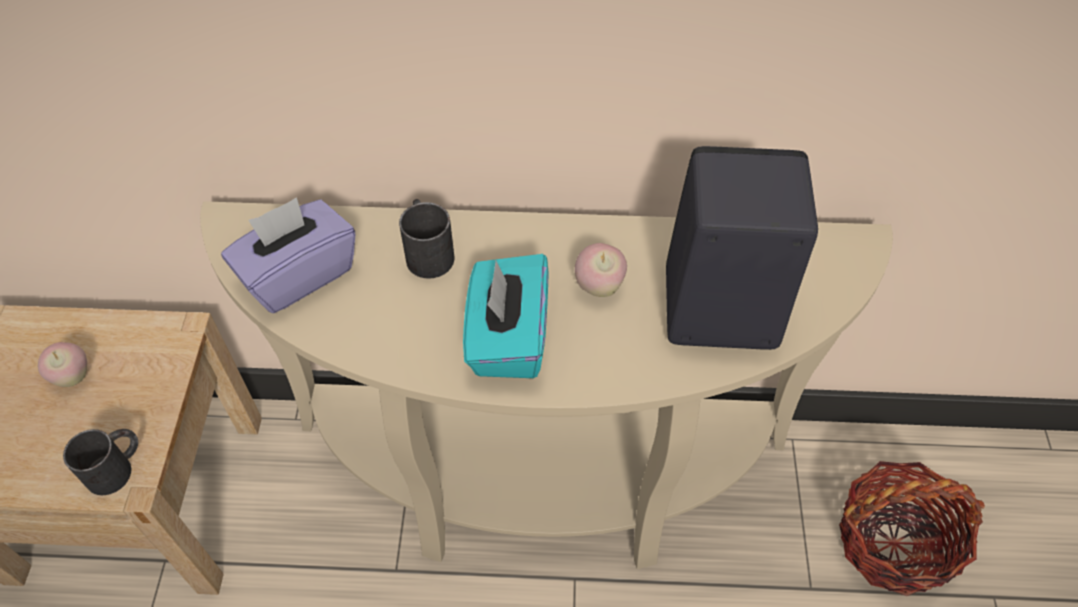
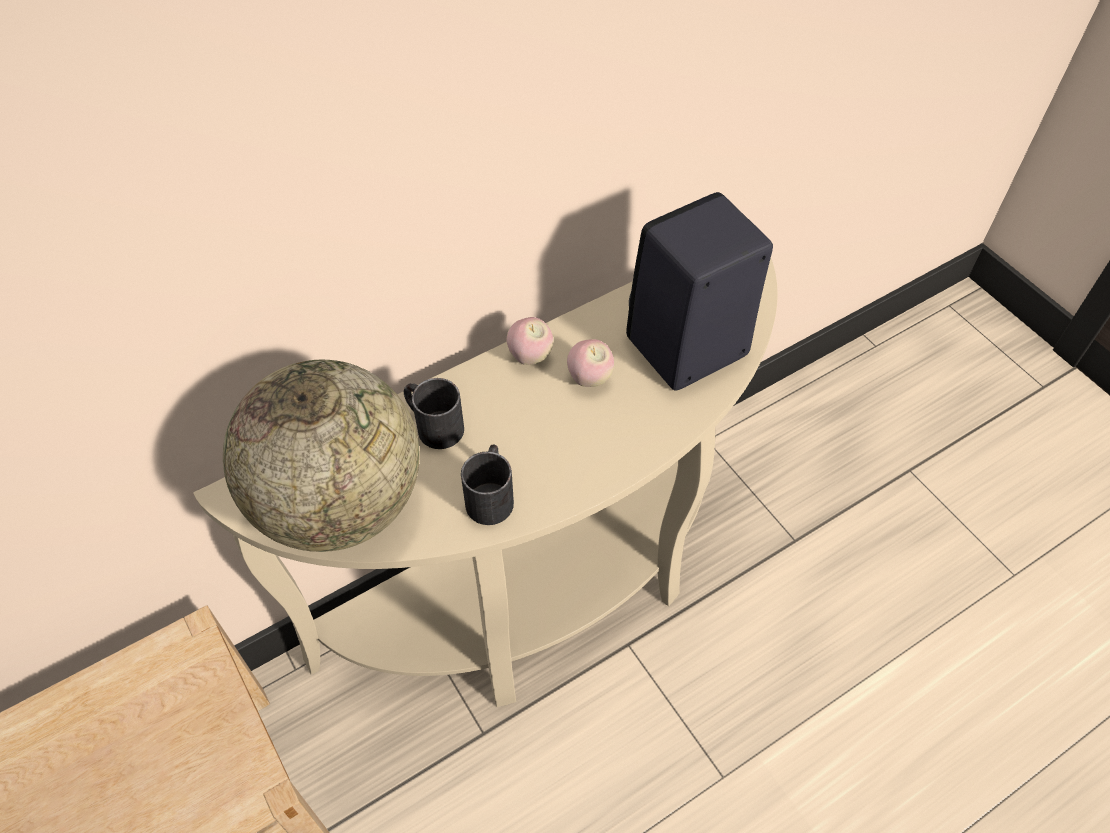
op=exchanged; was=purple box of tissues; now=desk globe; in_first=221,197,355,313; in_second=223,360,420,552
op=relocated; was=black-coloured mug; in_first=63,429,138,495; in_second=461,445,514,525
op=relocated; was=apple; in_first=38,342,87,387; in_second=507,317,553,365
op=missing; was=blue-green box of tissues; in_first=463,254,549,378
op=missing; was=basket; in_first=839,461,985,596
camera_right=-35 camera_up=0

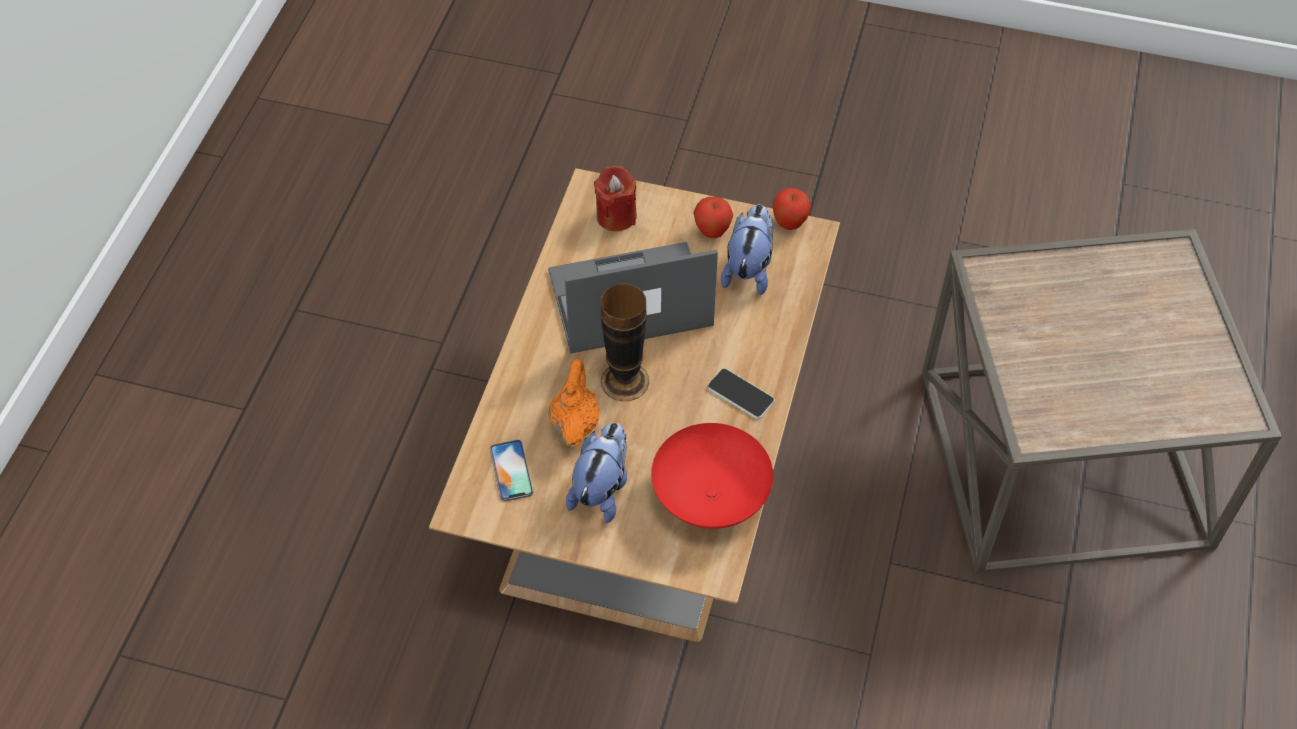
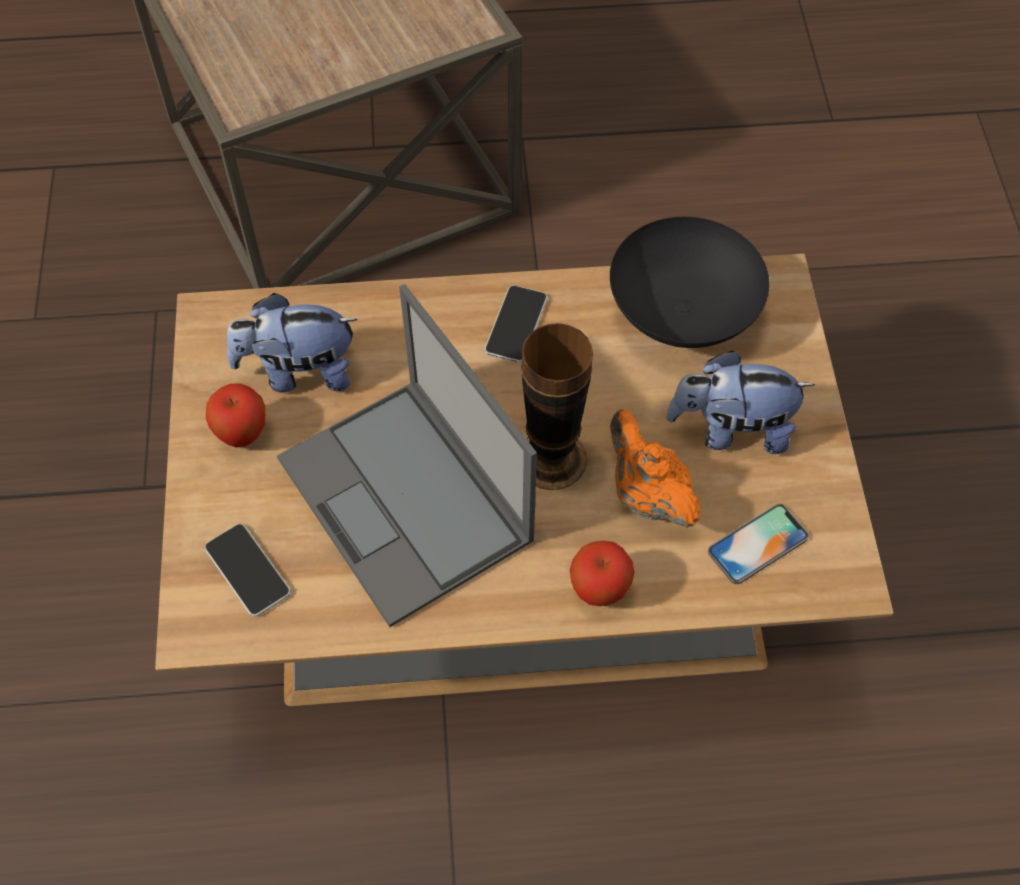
op=exchanged; was=red-coloured candle; now=telephone; in_first=594,165,637,231; in_second=205,524,291,617
op=relocated; was=apple; in_first=772,188,811,230; in_second=570,541,635,606
op=colour; was=red-coloured deep dish; now=black-coloured deep dish; in_first=651,423,773,529; in_second=610,217,770,348
op=spun; was=orangey teapot; in_first=548,358,599,448; in_second=610,409,700,528; clockwise=75
camera_right=-110 camera_up=5

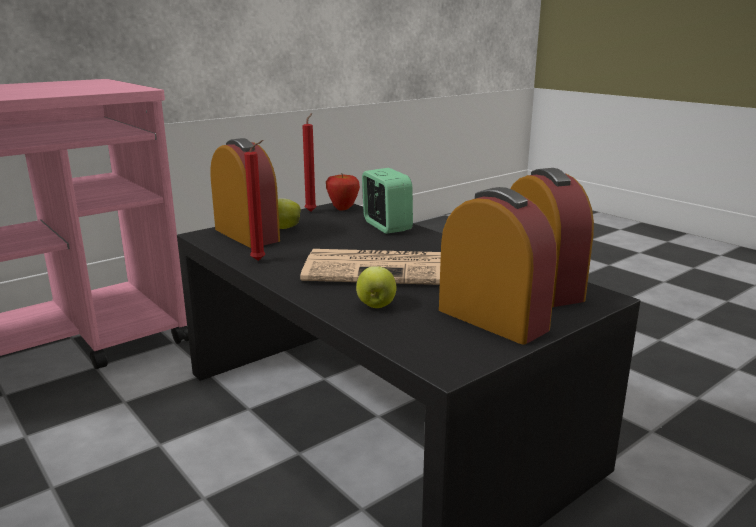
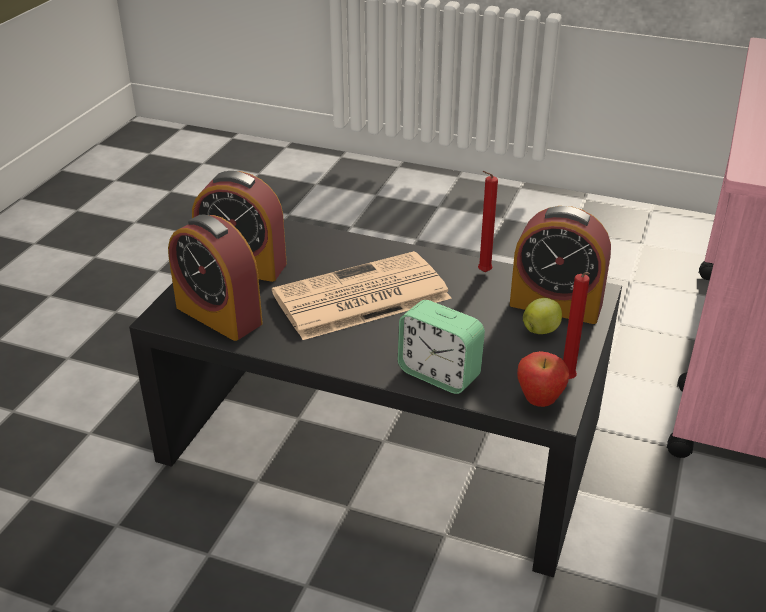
op=missing; was=apple; in_first=356,266,397,308
camera_right=150 camera_up=15

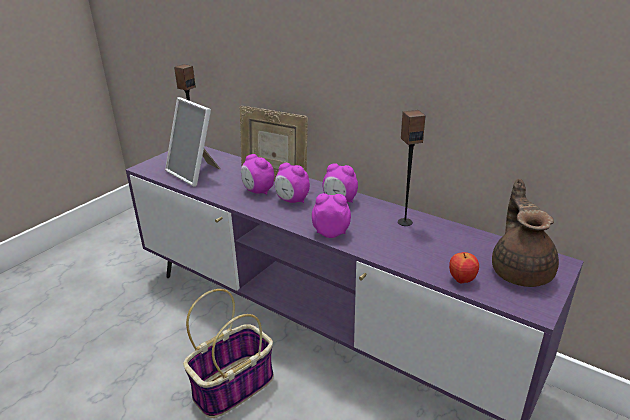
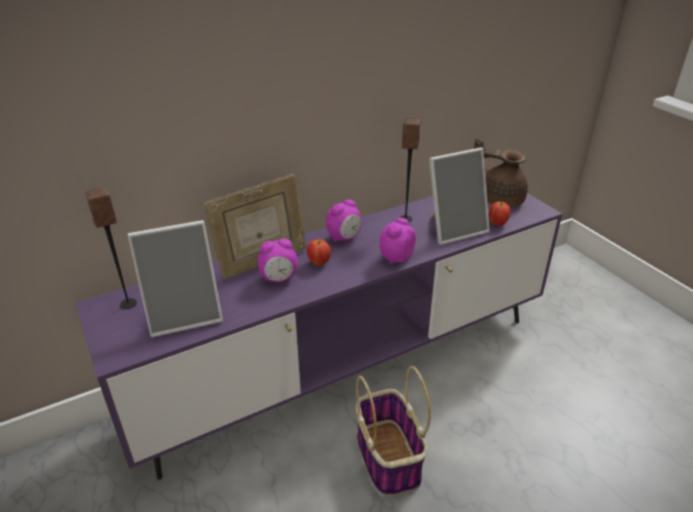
op=exchanged; was=alarm clock; now=apple; in_first=275,163,310,203; in_second=307,239,331,266
op=appeared; now=photo frame; in_second=429,148,490,245
camera_right=-65 camera_up=5

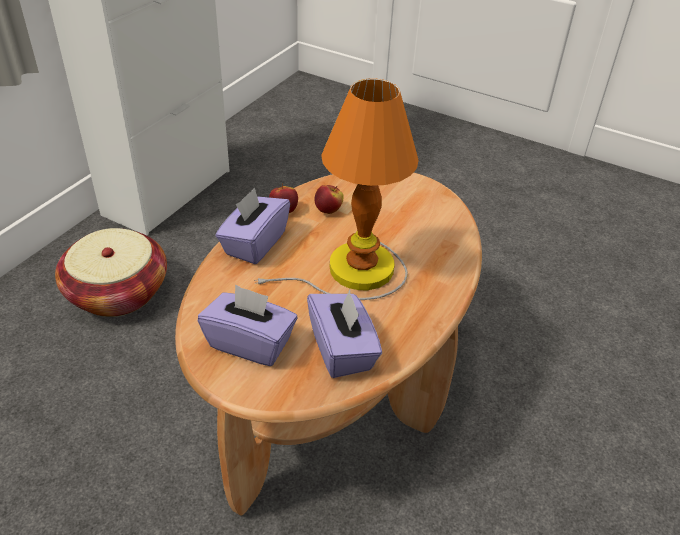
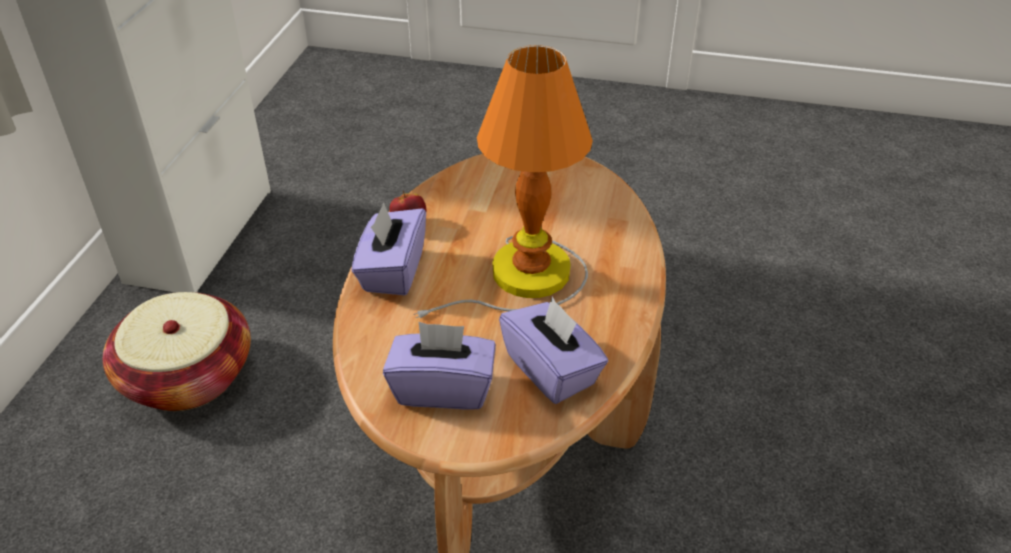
op=missing; was=apple; in_first=315,185,344,214
camera_right=-15 camera_up=0

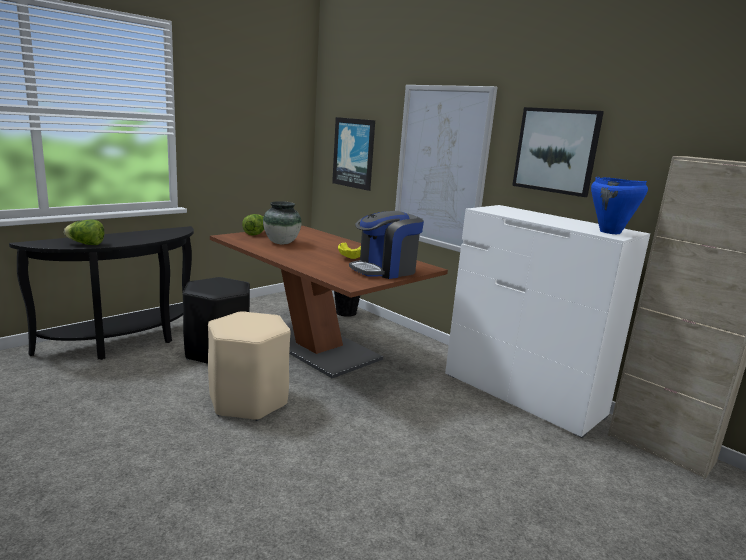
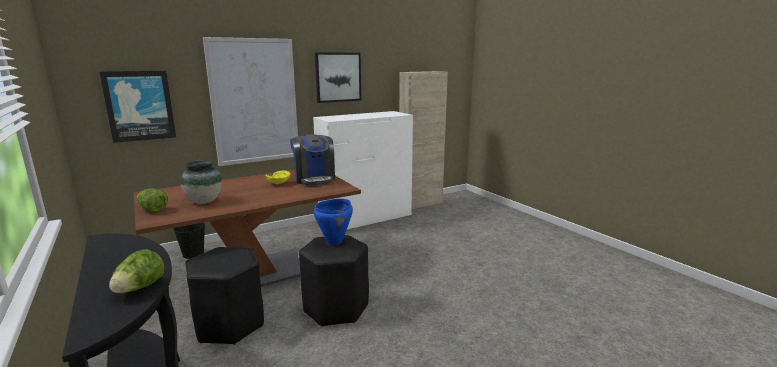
op=colour; was=beige stool; now=black-coloured stool; in_first=208,311,290,421; in_second=299,235,369,327
op=relocated; was=blue cooking pot; in_first=591,177,648,234; in_second=314,199,353,245
camera_right=-75 camera_up=0

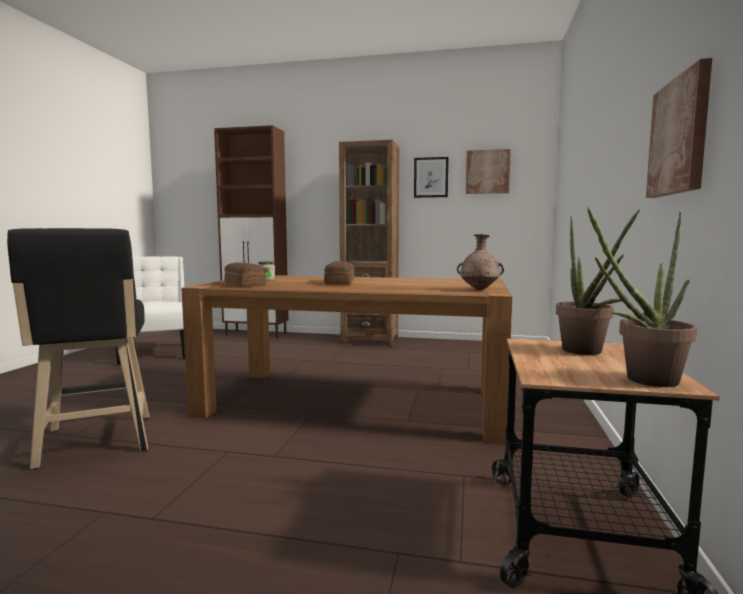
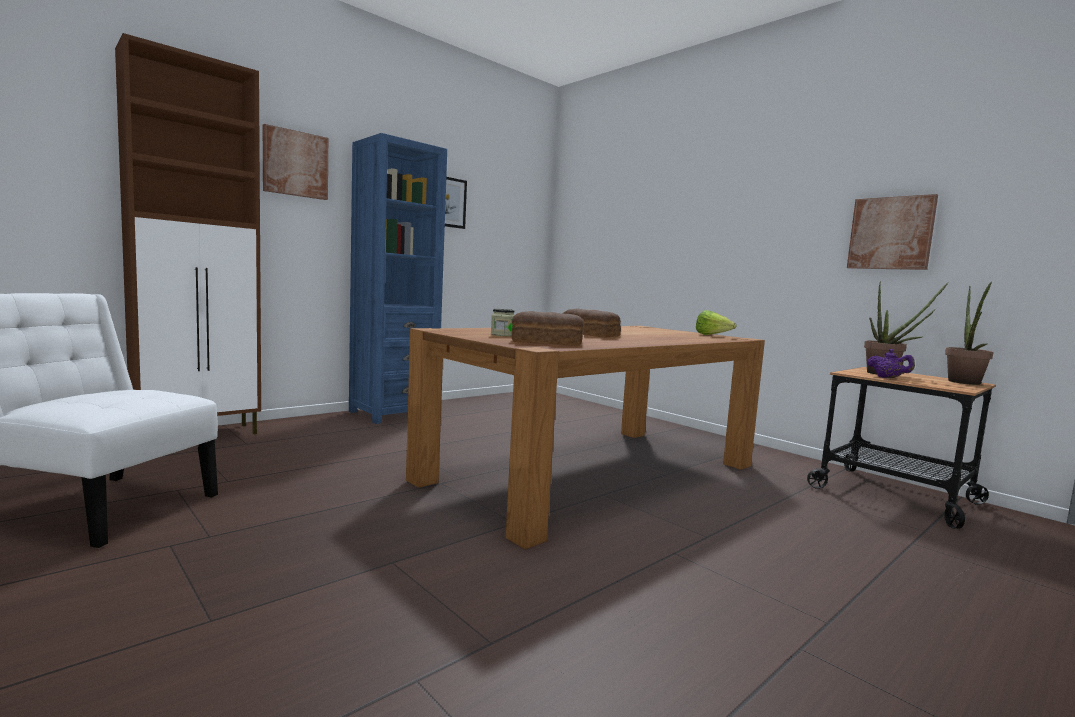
op=relocated; was=wall picture; in_first=466,149,511,194; in_second=263,124,328,200
op=colour; was=brownish bookcase; now=blue bookcase; in_first=339,140,400,347; in_second=349,133,447,424
op=exchanged; was=brownish vase; now=head of lettuce; in_first=457,234,504,290; in_second=696,310,737,335
op=appeared; now=purple teapot; in_second=867,349,915,378
op=missing; was=black-coloured stool; in_first=7,228,149,469
camera_right=-55 camera_up=0

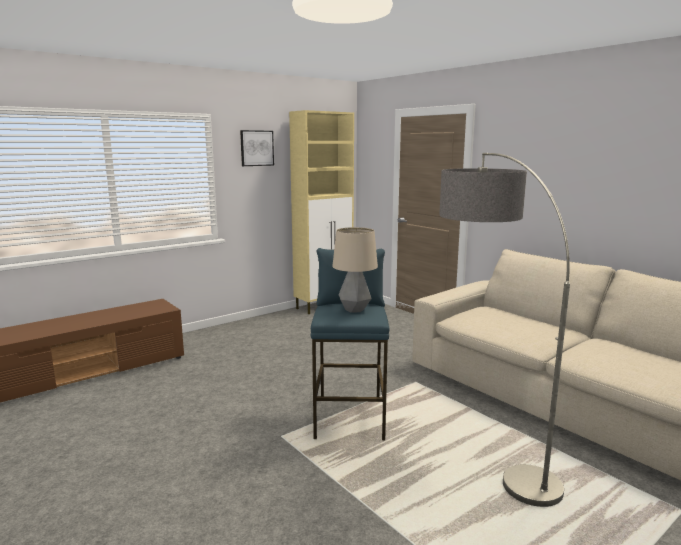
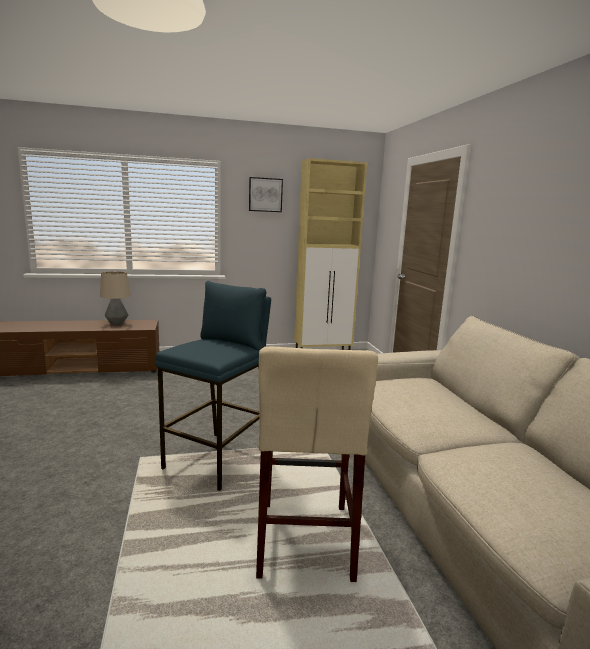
op=relocated; was=table lamp; in_first=332,227,378,313; in_second=100,271,131,325
op=exchanged; was=floor lamp; now=beige stool; in_first=439,153,570,507; in_second=256,346,378,582
camera_right=25 camera_up=0

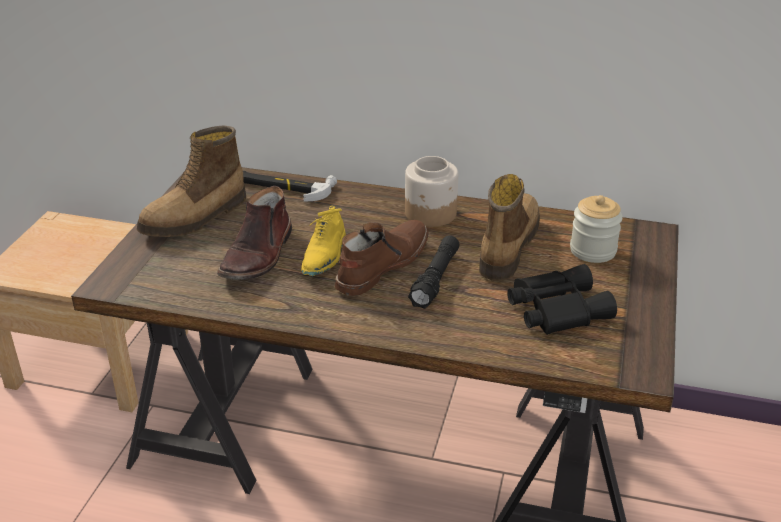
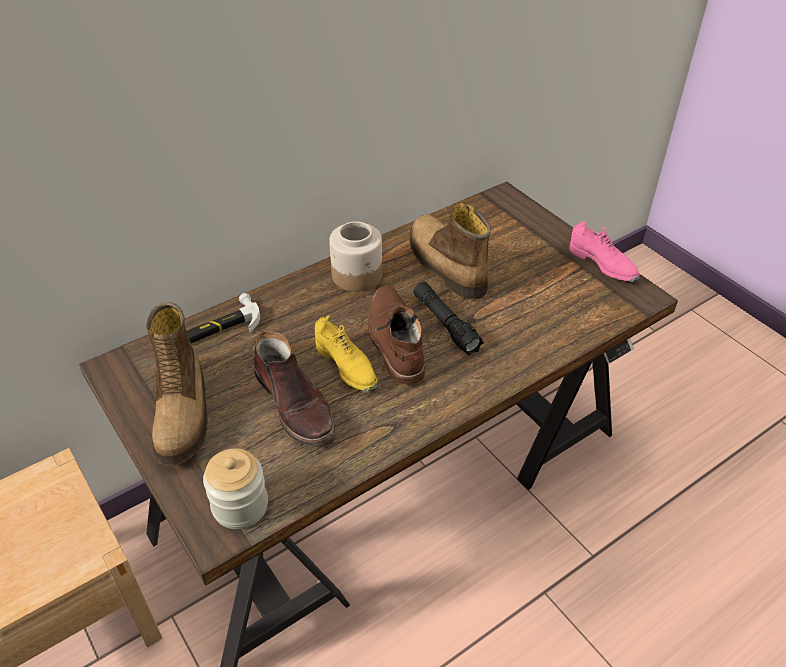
op=relocated; was=preserve jar; in_first=570,195,623,263; in_second=203,449,268,529
op=appeared; now=pink low shoe; in_second=569,221,640,282
op=missing; was=black-coloured binoculars; in_first=507,264,617,335
camera_right=-50 camera_up=10

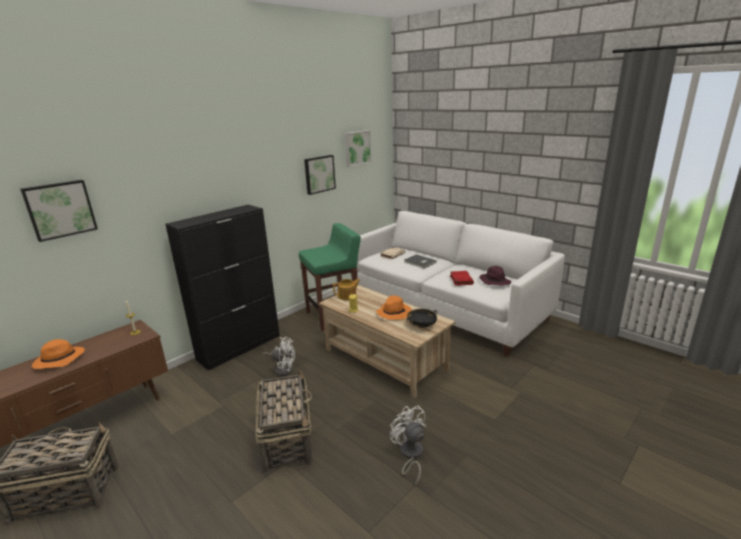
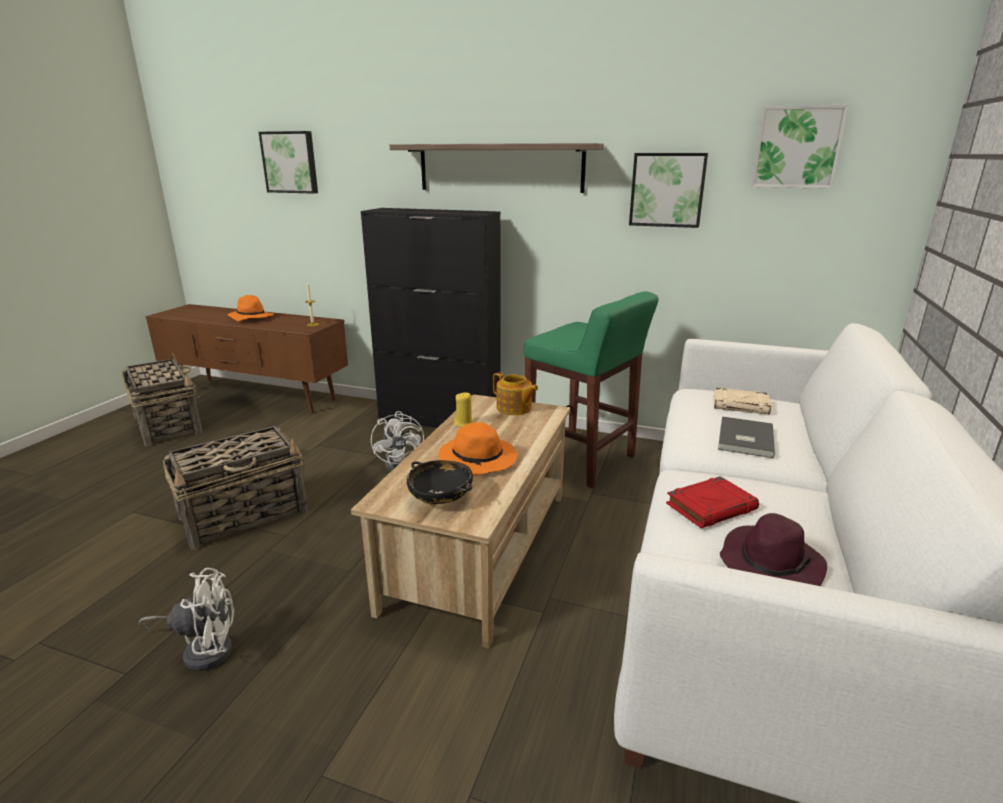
op=spun; was=white electric fan; in_first=390,406,426,486; in_second=139,568,234,671; clockwise=45
op=appeared; now=wall shelf; in_second=390,143,604,193
camera_right=65 camera_up=0

